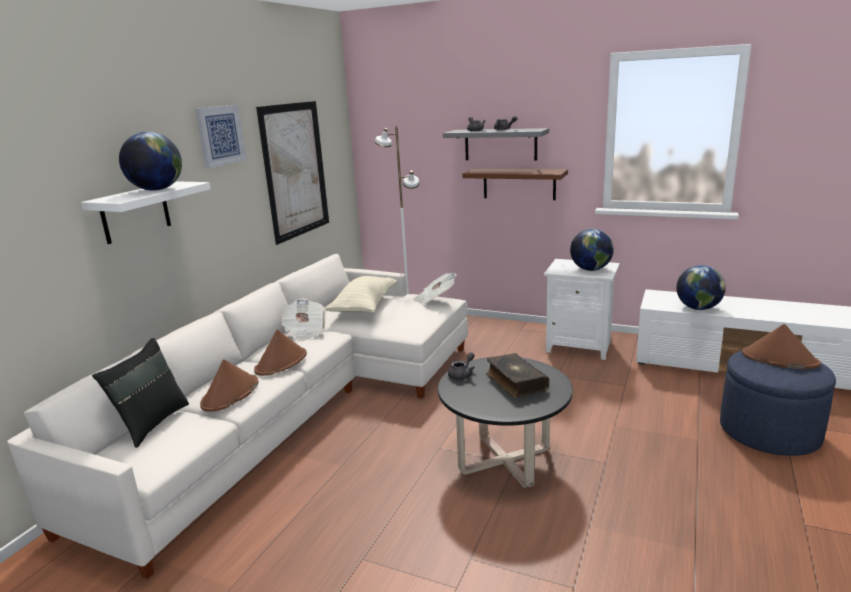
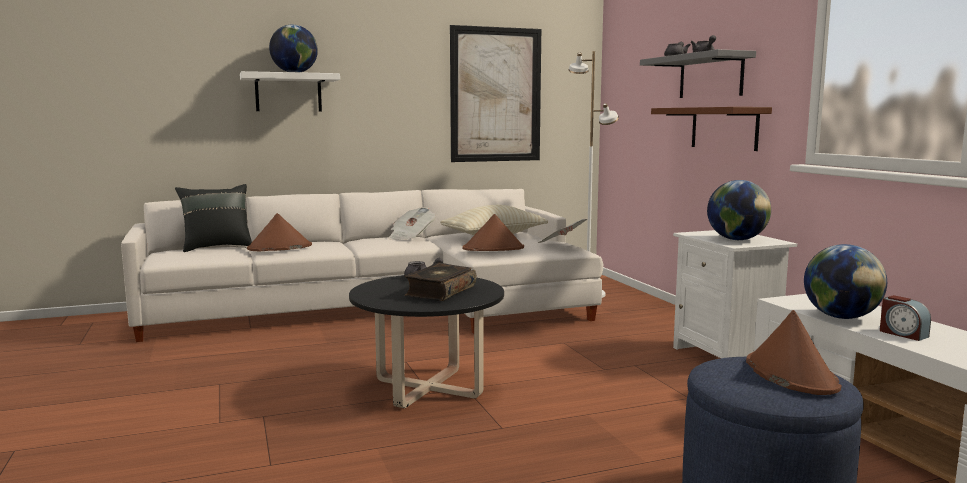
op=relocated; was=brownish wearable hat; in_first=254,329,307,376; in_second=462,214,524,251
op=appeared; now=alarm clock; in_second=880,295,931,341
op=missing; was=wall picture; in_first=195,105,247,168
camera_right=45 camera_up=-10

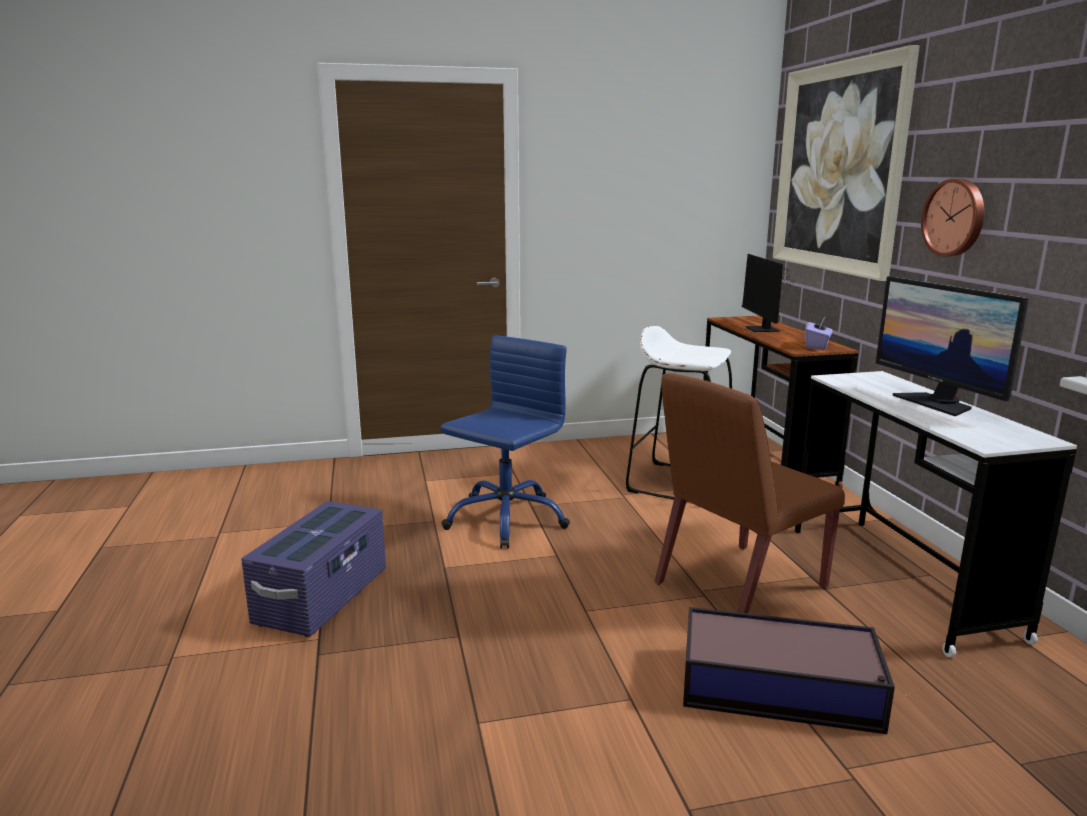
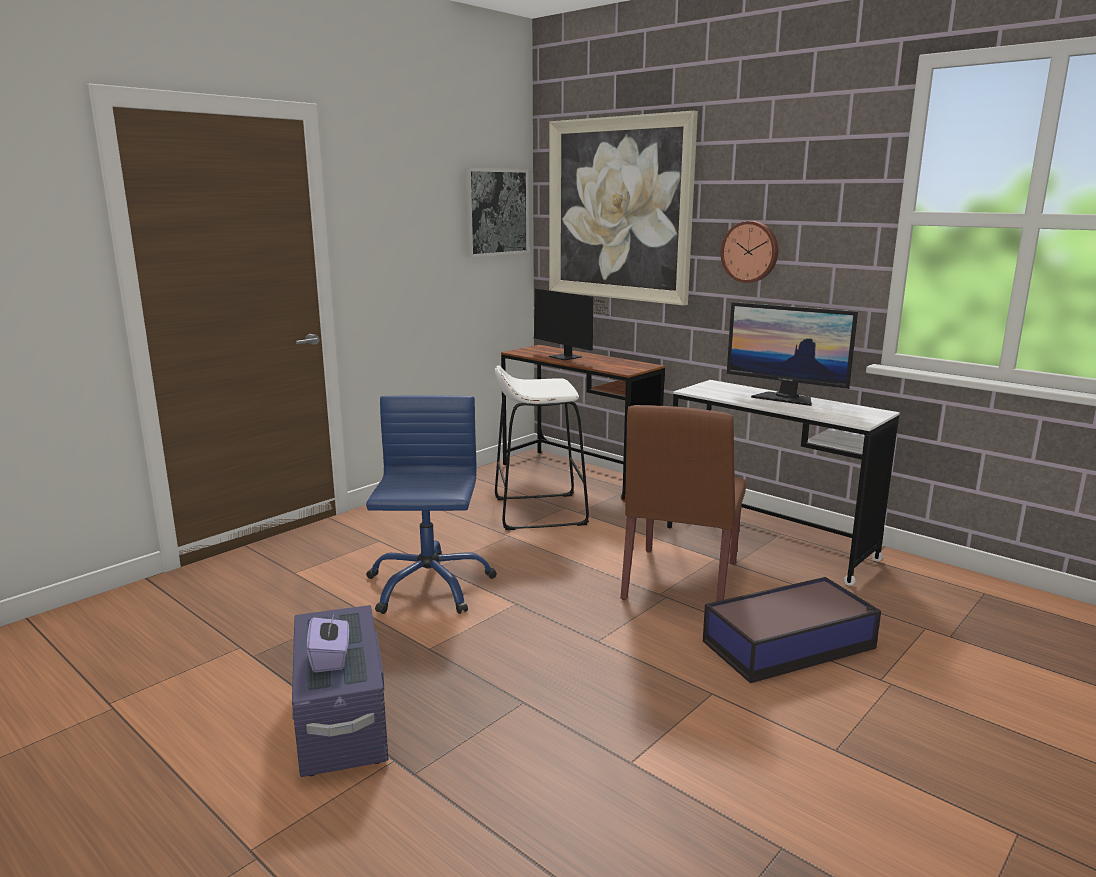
op=relocated; was=purple box of tissues; in_first=805,318,832,350; in_second=307,614,349,672
op=appeared; now=wall picture; in_second=464,168,529,257
camera_right=-35 camera_up=0

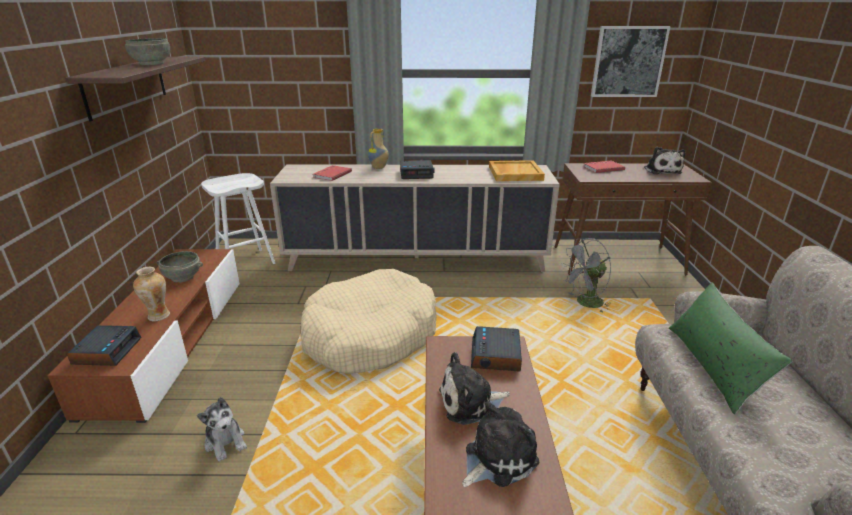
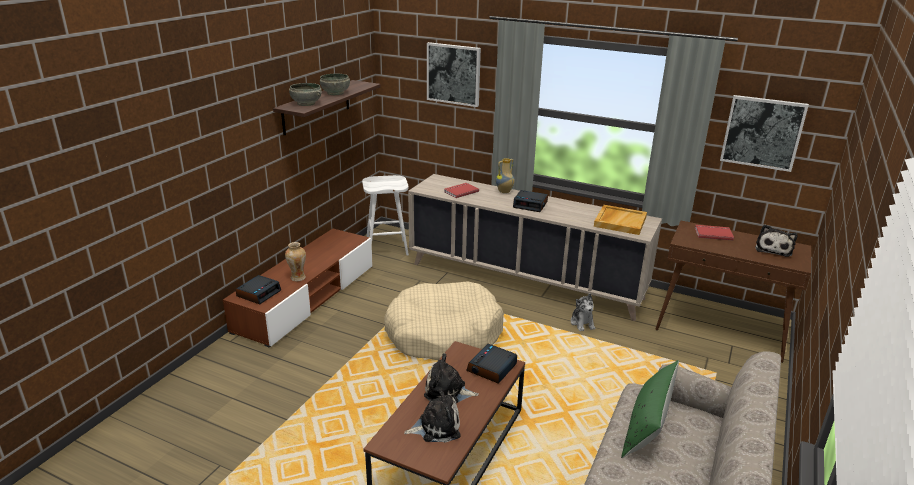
op=relocated; was=greyish deep dish; in_first=157,251,203,283; in_second=289,83,322,106
op=appeared; now=wall picture; in_second=427,42,481,107
op=relocated; was=soft toy; in_first=197,397,247,462; in_second=571,293,595,331
op=missing; was=greyish electric fan; in_first=562,238,611,312
camera_right=25 camera_up=0

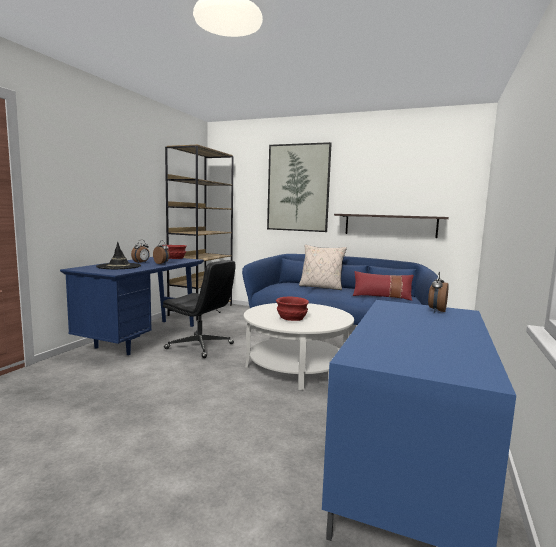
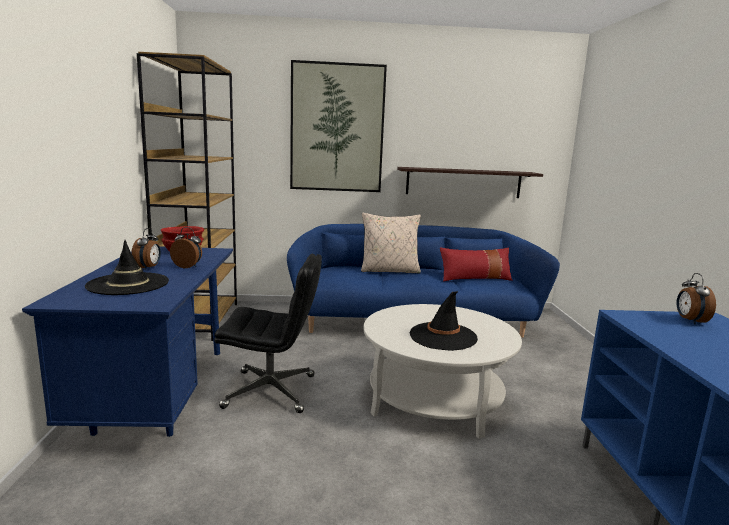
op=exchanged; was=red-coloured deep dish; now=black-coloured wearable hat; in_first=276,297,309,321; in_second=409,291,478,351
camera_right=-25 camera_up=5

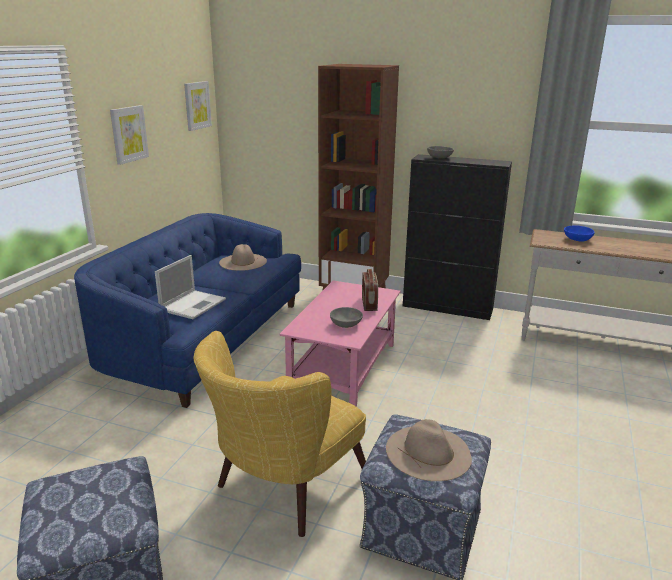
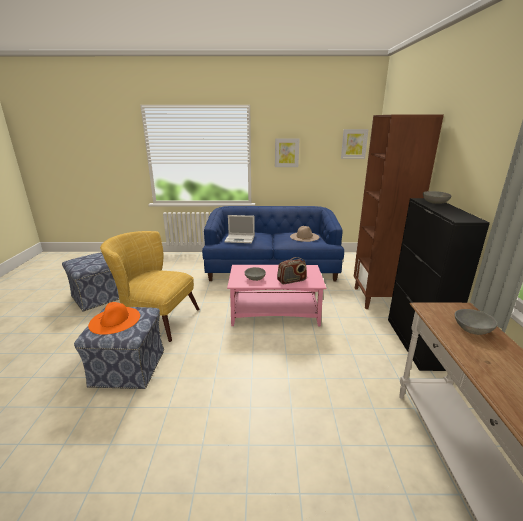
op=colour; was=beige wearable hat; now=orangey wearable hat; in_first=386,419,472,481; in_second=88,302,140,335
op=colour; was=blue deep dish; now=greyish deep dish; in_first=564,225,595,242; in_second=455,309,498,335
camera_right=70 camera_up=0

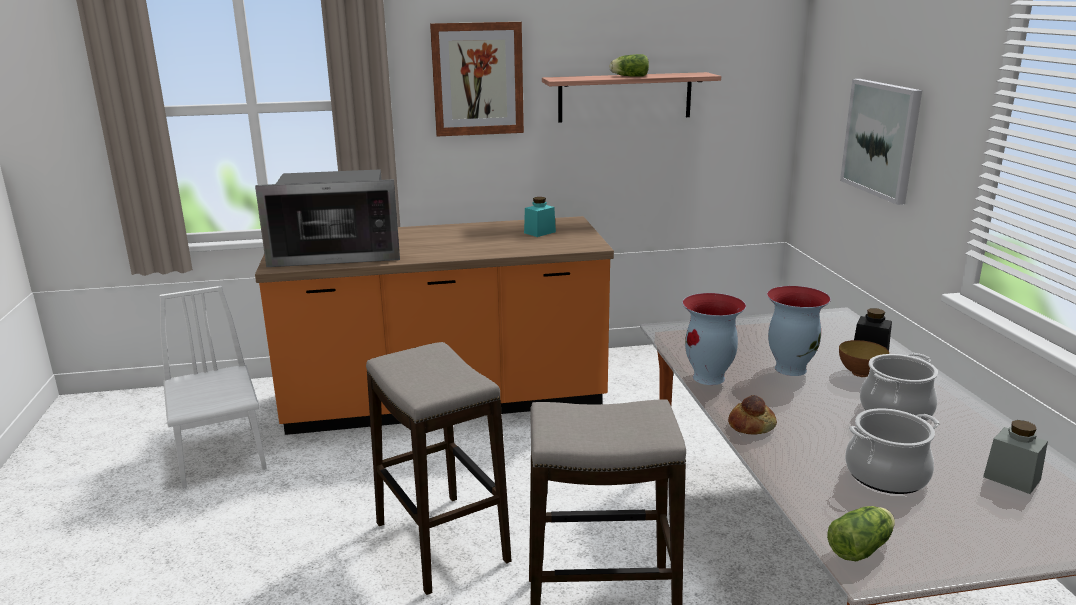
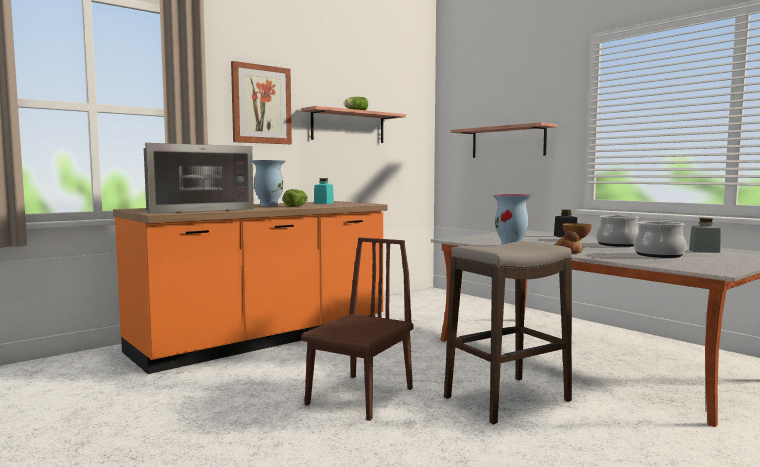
op=relocated; was=vase; in_first=767,286,831,376; in_second=253,160,286,206
op=relocated; was=head of lettuce; in_first=827,506,895,561; in_second=283,189,308,207
op=exchanged; was=stool; now=brownish chair; in_first=366,342,512,595; in_second=301,237,414,421
op=exchanged; was=wall picture; now=wall shelf; in_first=840,79,922,205; in_second=450,122,557,158
op=missing; was=white chair; in_first=159,286,267,489
camera_right=-30 camera_up=-15

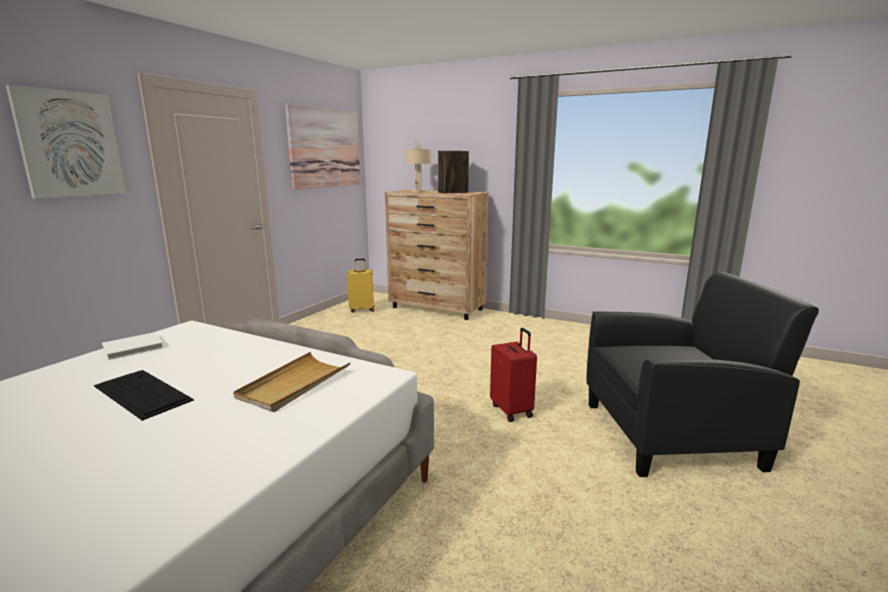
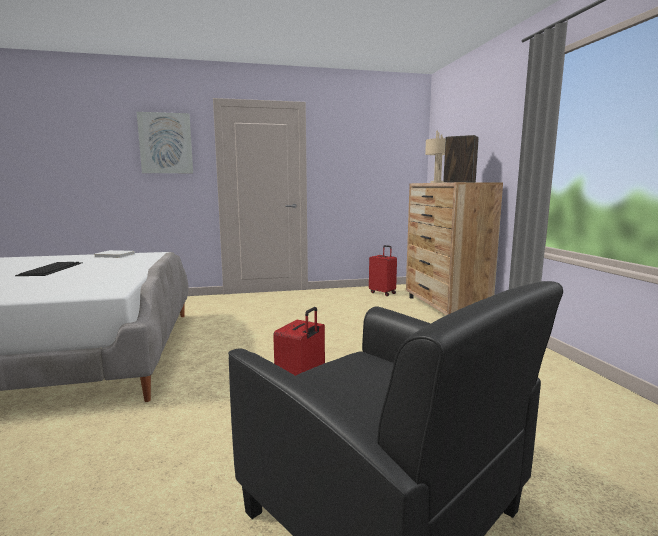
op=colour; was=yellow travel case; now=red-coloured travel case; in_first=347,259,374,313; in_second=369,245,397,296
op=missing; was=beige carrying tray; in_first=233,352,351,412
op=missing; was=wall picture; in_first=285,104,360,190
camera_right=50 camera_up=-5

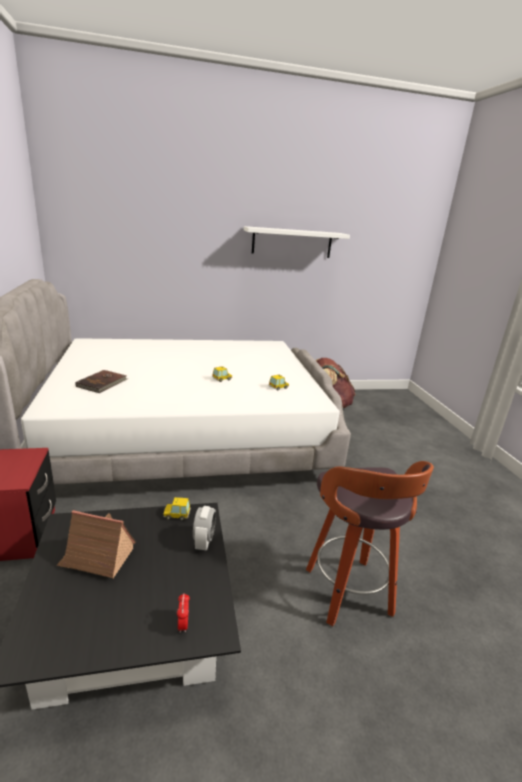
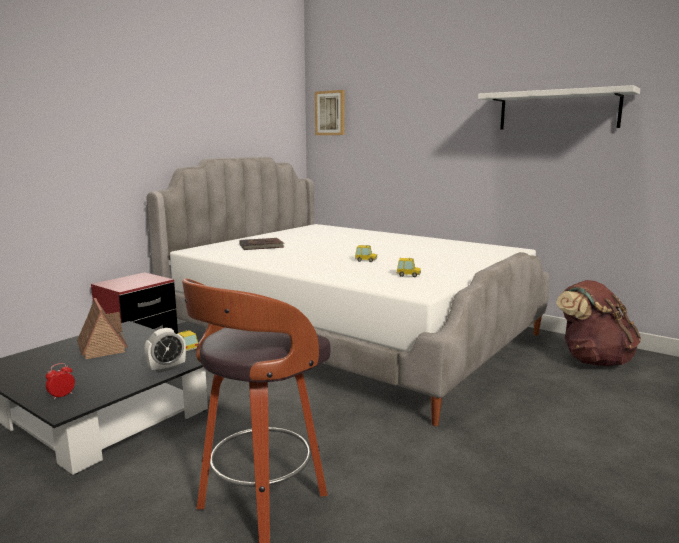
op=appeared; now=wall picture; in_second=315,90,345,135
camera_right=50 camera_up=-10

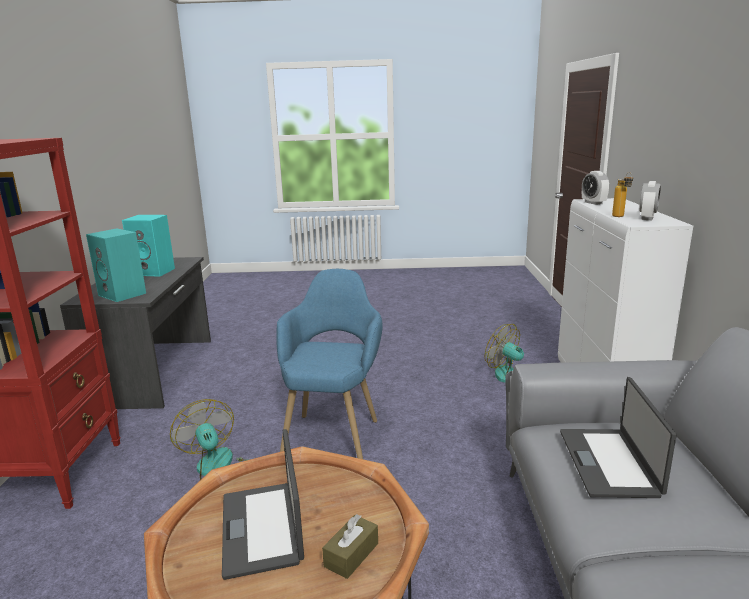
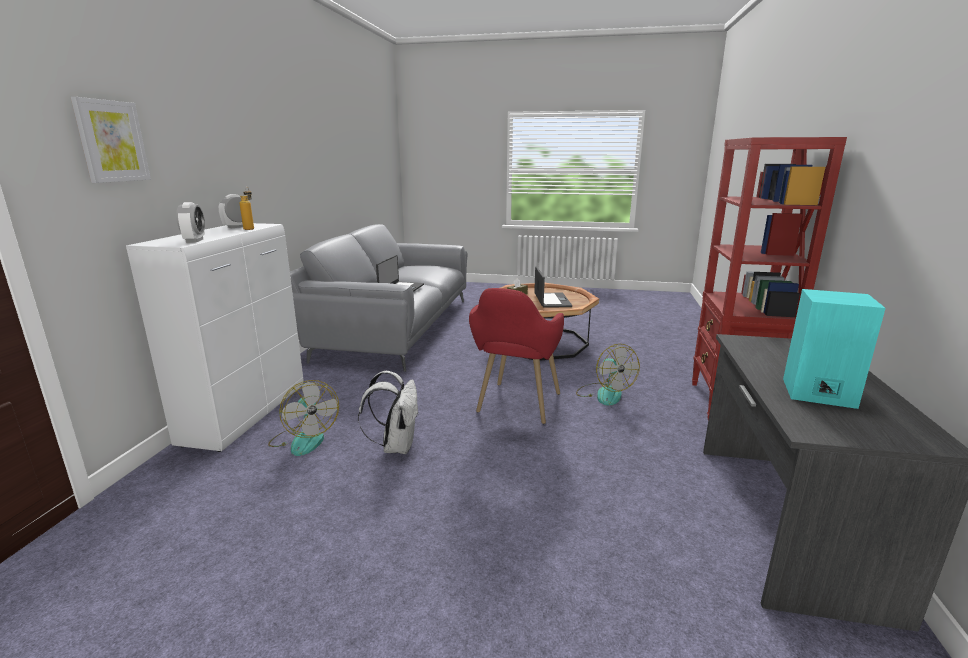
op=appeared; now=wall picture; in_second=71,97,151,183
op=appeared; now=white knapsack; in_second=358,371,419,454
op=colour; was=blue lounge chair; now=red-coloured lounge chair; in_first=276,269,383,459; in_second=469,288,564,424
op=missing; was=blue-green loudspeaker; in_first=86,228,146,302
camera_right=-170 camera_up=0

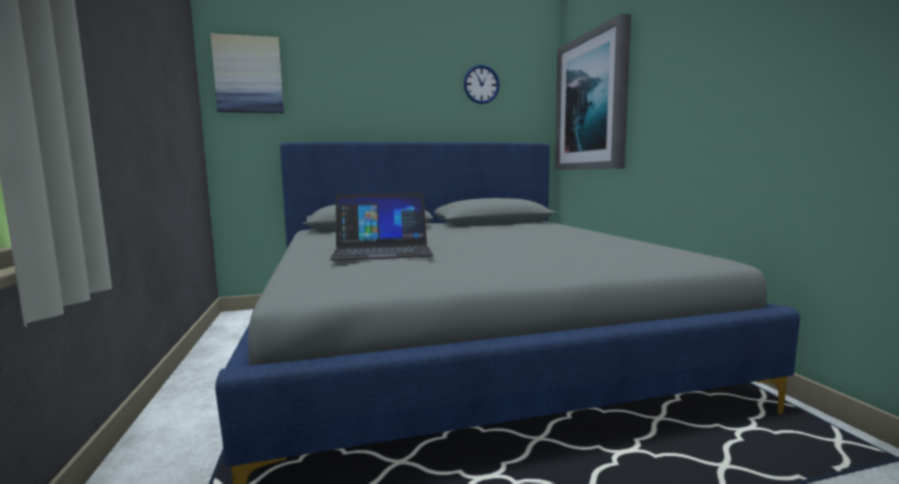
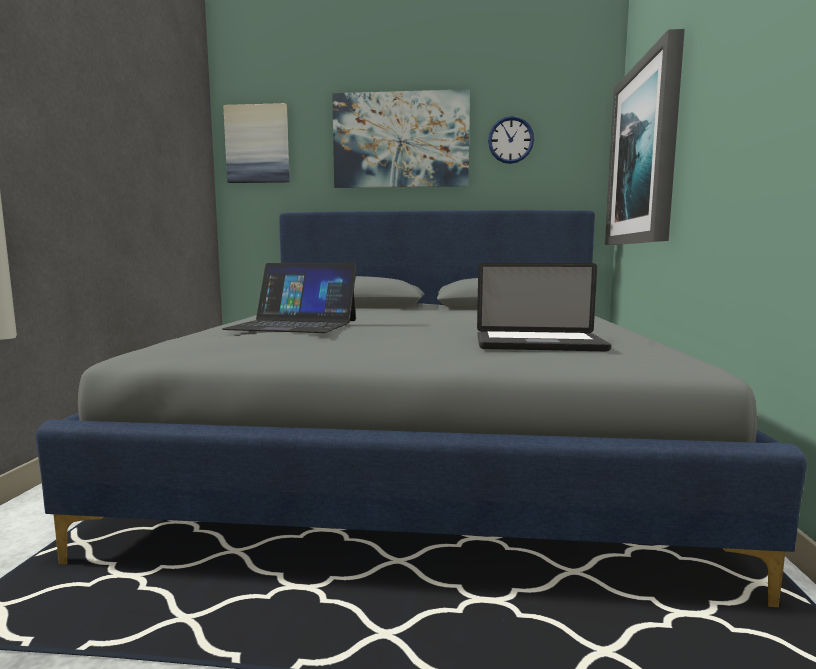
op=appeared; now=wall picture; in_second=332,89,470,188
op=appeared; now=laptop; in_second=477,263,611,351
camera_right=20 camera_up=0

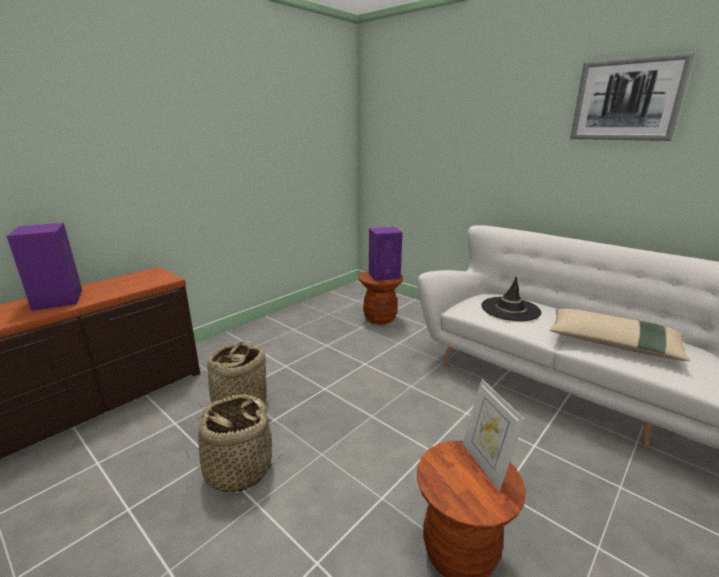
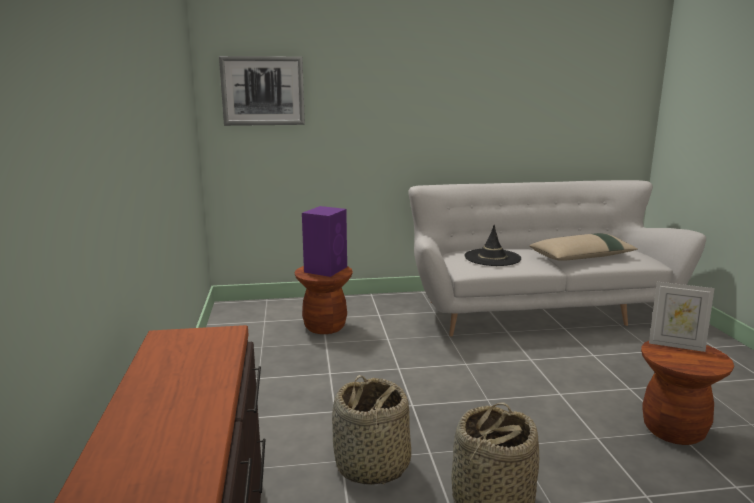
op=relocated; was=wall picture; in_first=570,52,695,141; in_second=219,56,305,126
op=missing; was=purple loudspeaker; in_first=7,223,82,311
camera_right=-50 camera_up=-5

